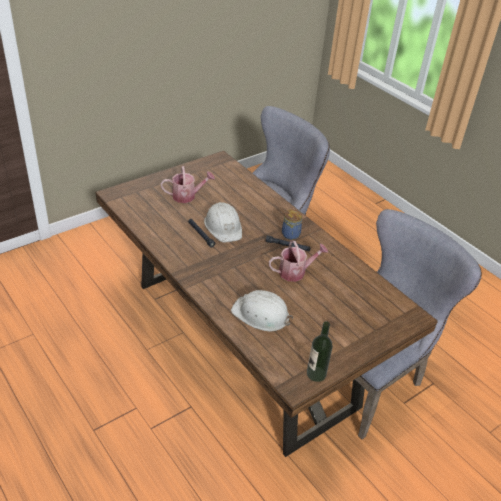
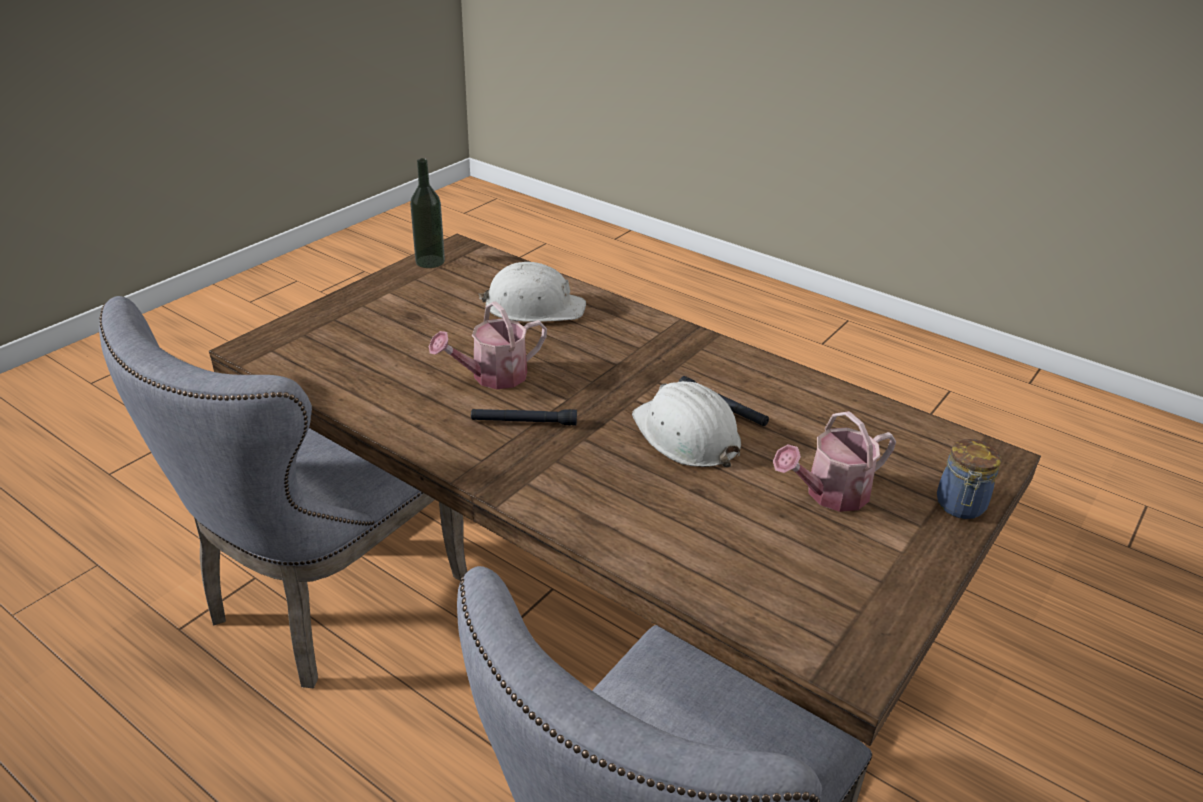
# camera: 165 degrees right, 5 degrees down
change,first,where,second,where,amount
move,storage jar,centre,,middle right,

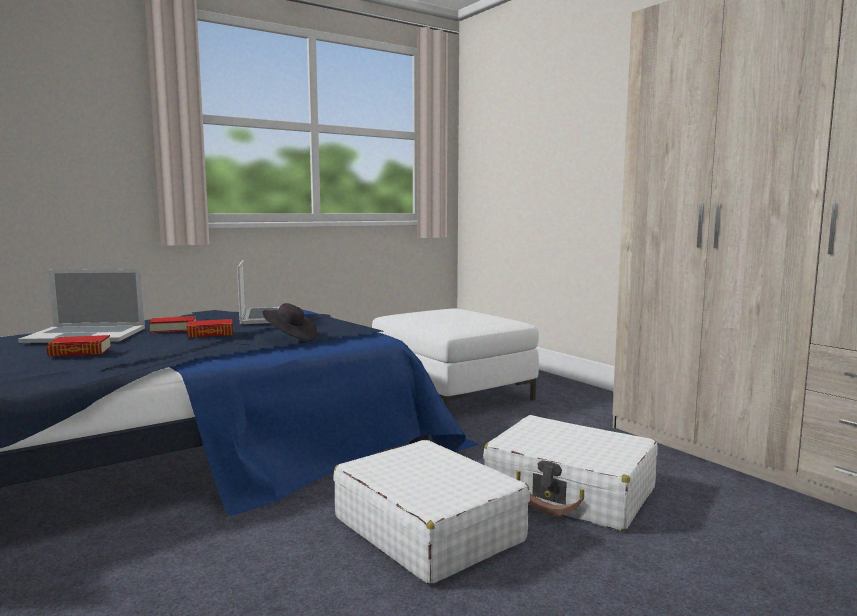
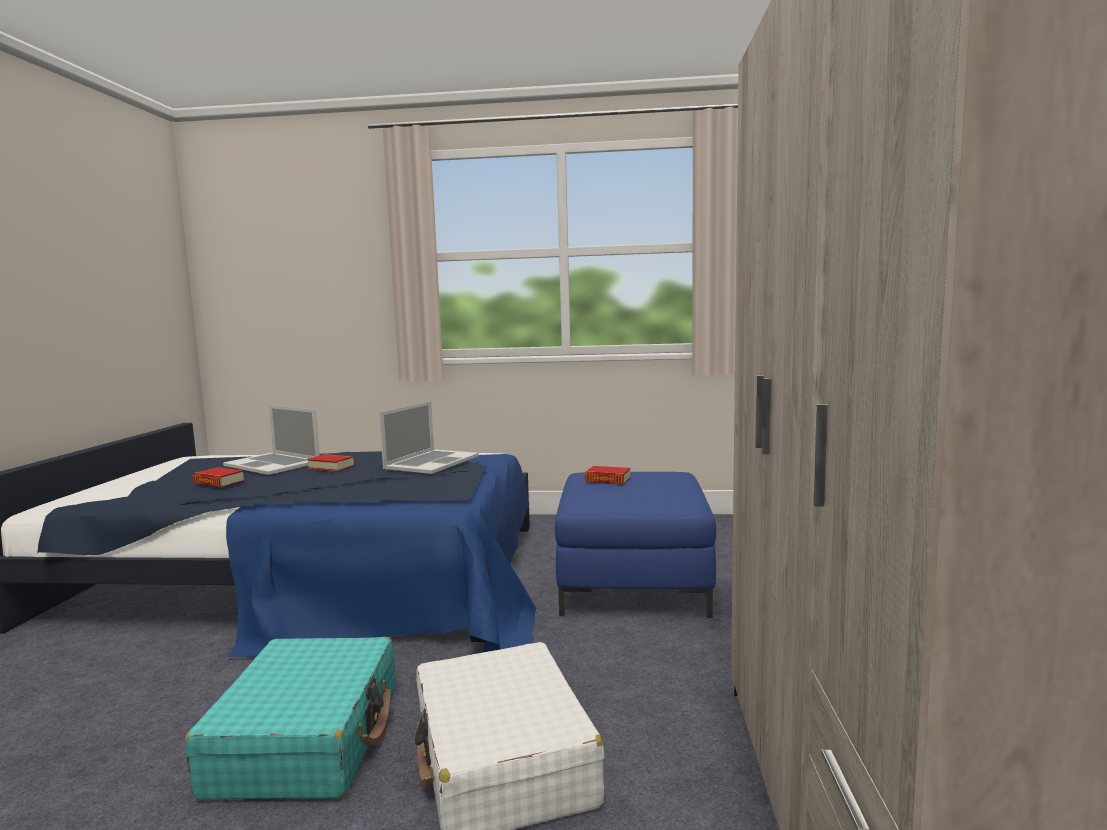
# camera: 40 degrees right, 0 degrees up
change,first,where,second,where,amount
recolor,suitcase (white) (1st from left),bottom centre,suitcase (turquoise),bottom left,
recolor,pouffe (white),centre,pouffe (blue-coloured),centre,
move,book (3rd from left),middle left,,centre,
delete,clothing hat (blackish),centre,,,

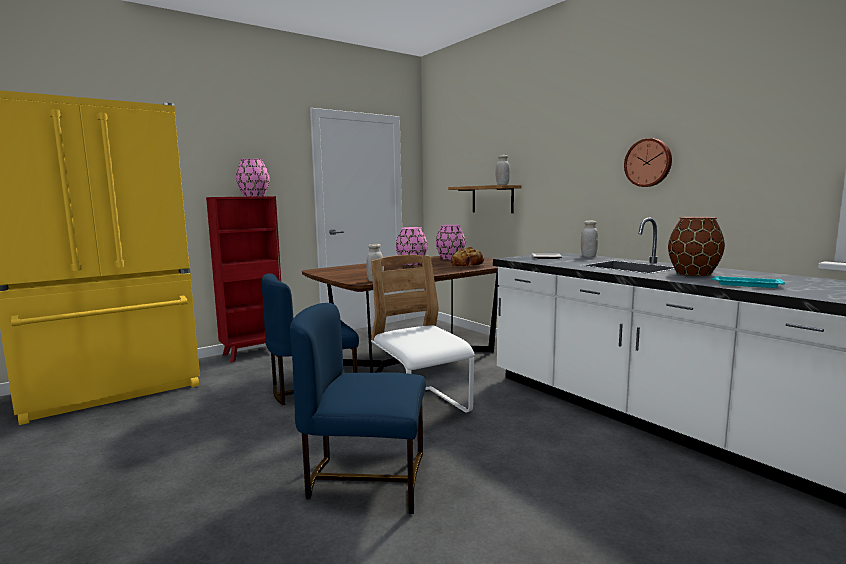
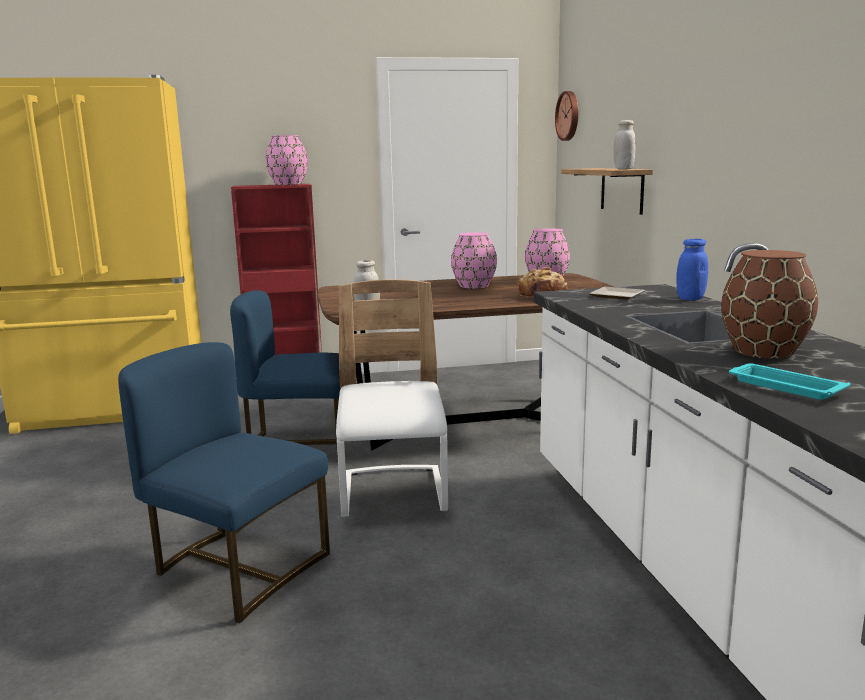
# camera: 25 degrees right, 5 degrees up
change,first,where,second,where,amount
move,hanging clock,top right,,top centre,
recolor,storage jar (white) (3rd from left),middle right,storage jar (blue-coloured),middle right,

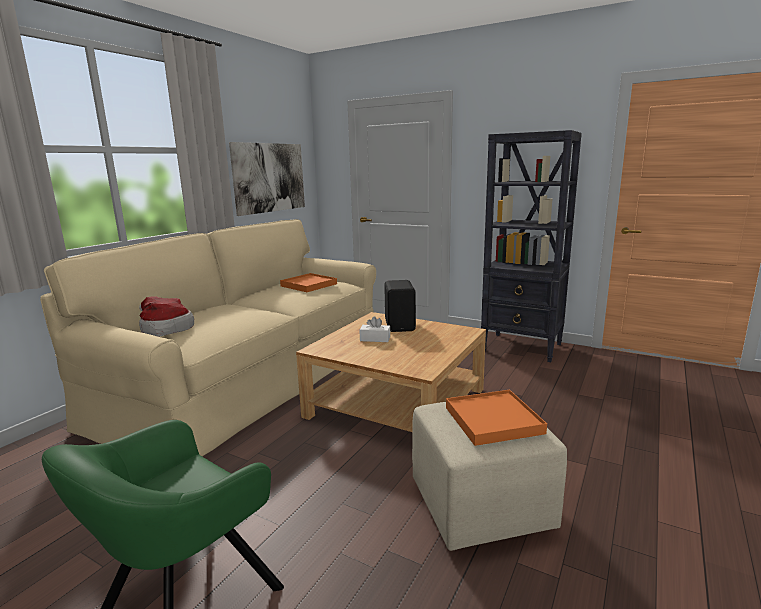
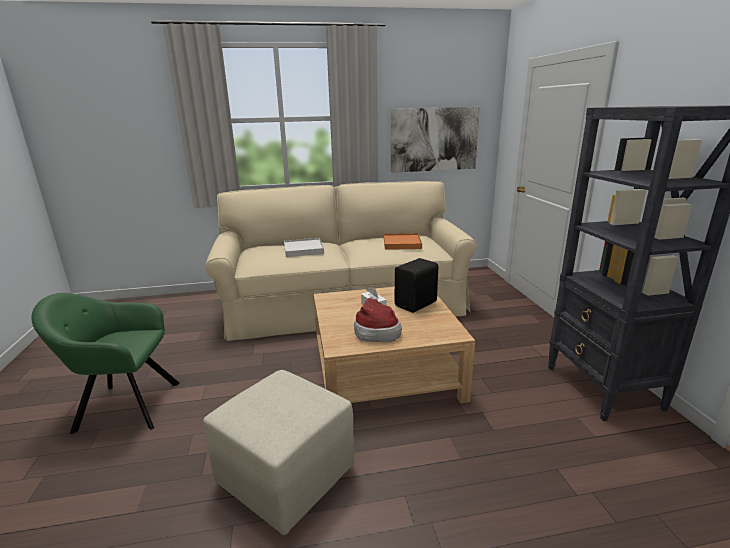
# camera: 50 degrees right, 5 degrees up
change,first,where,second,where,amount
insert,,,serving tray (white),centre,
move,clothing hat,middle left,,centre,
delete,serving tray (orange) (2nd from left),bottom centre,,,

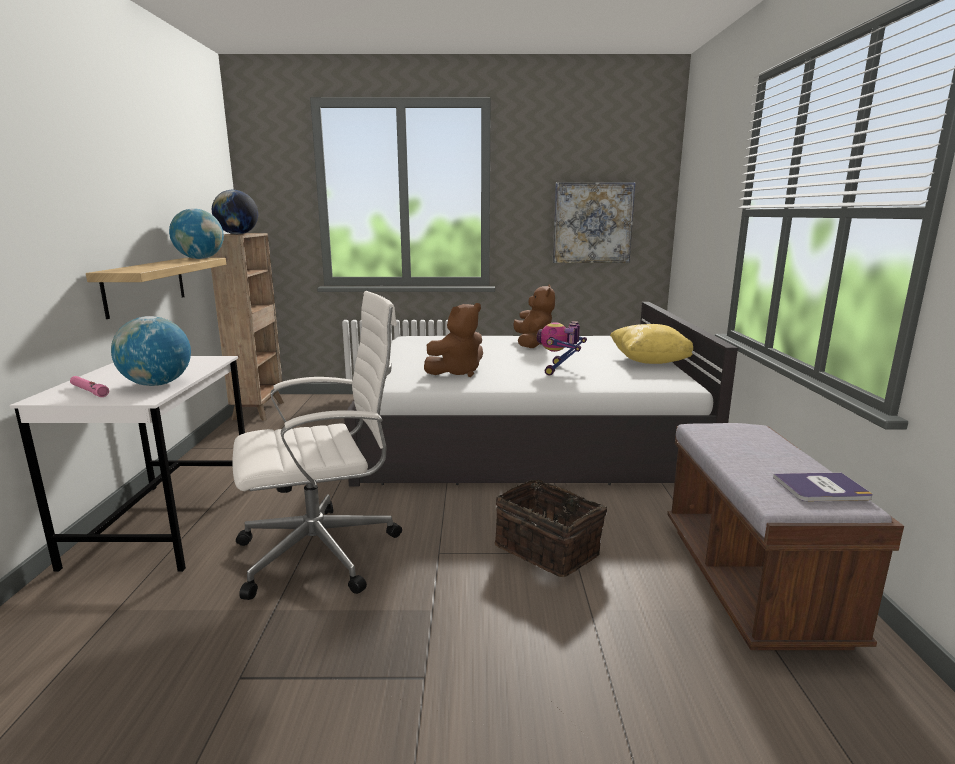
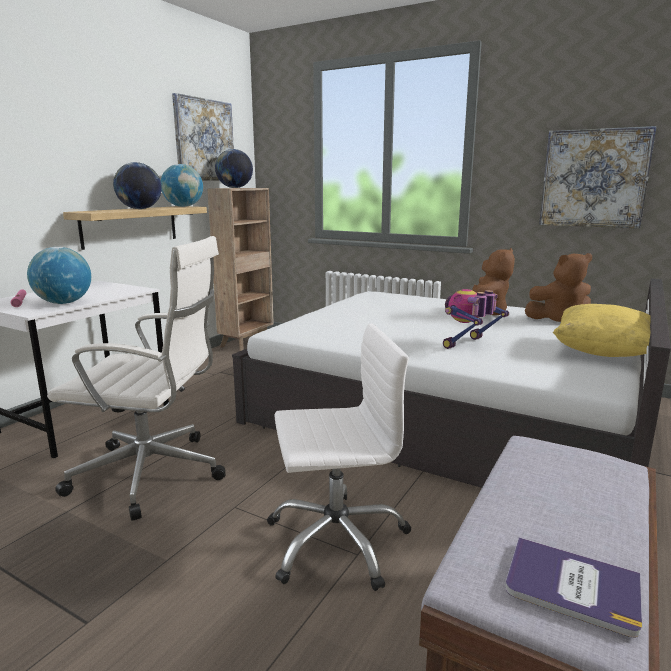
# camera: 30 degrees right, 0 degrees up
change,first,where,second,where,amount
insert,,,desk globe (2nd from left),top left,
insert,,,wall art (1st from left),top left,
replace,basket,bottom centre,office chair (white) (2nd from left),bottom centre,
move,plush toy (brown) (1st from left in the first image),centre,plush toy (brown) (2nd from left),middle right,

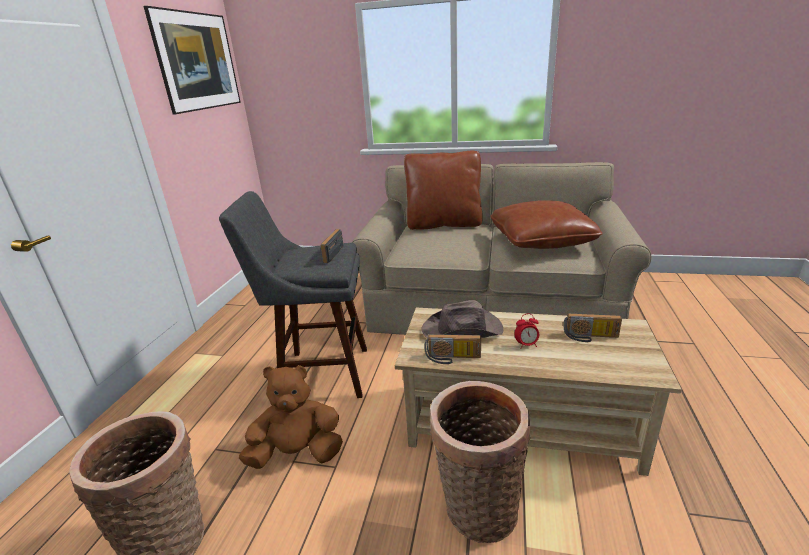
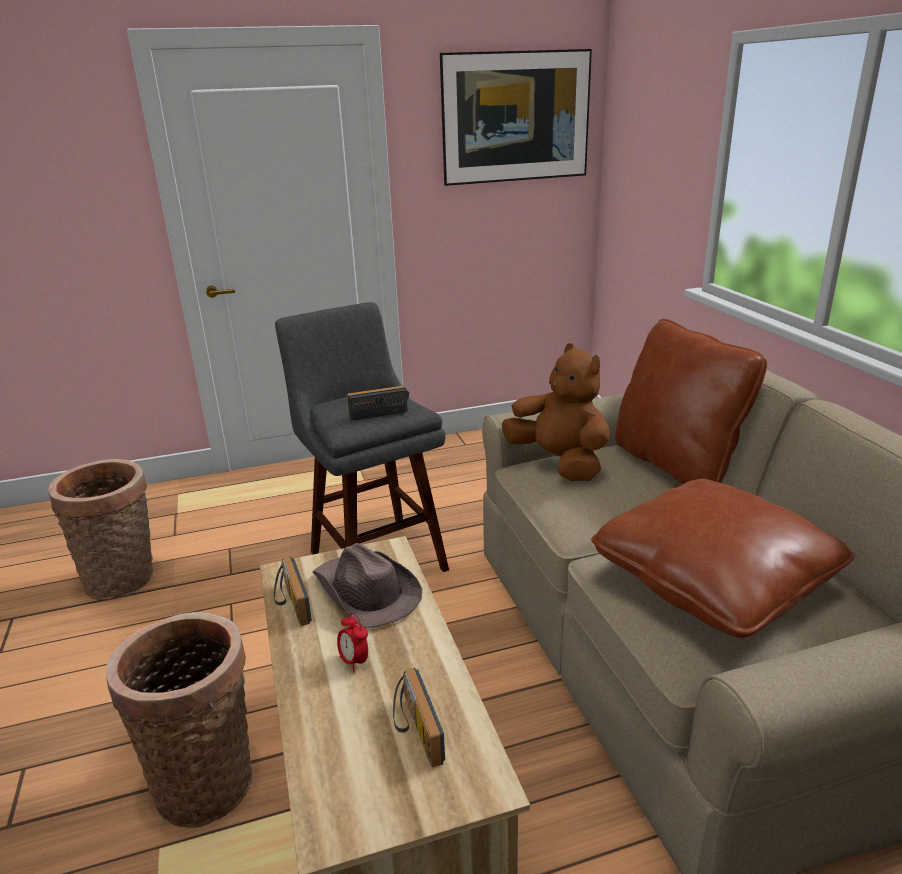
# camera: 60 degrees right, 0 degrees up
change,first,where,second,where,amount
move,plush toy (brown),bottom centre,,centre,

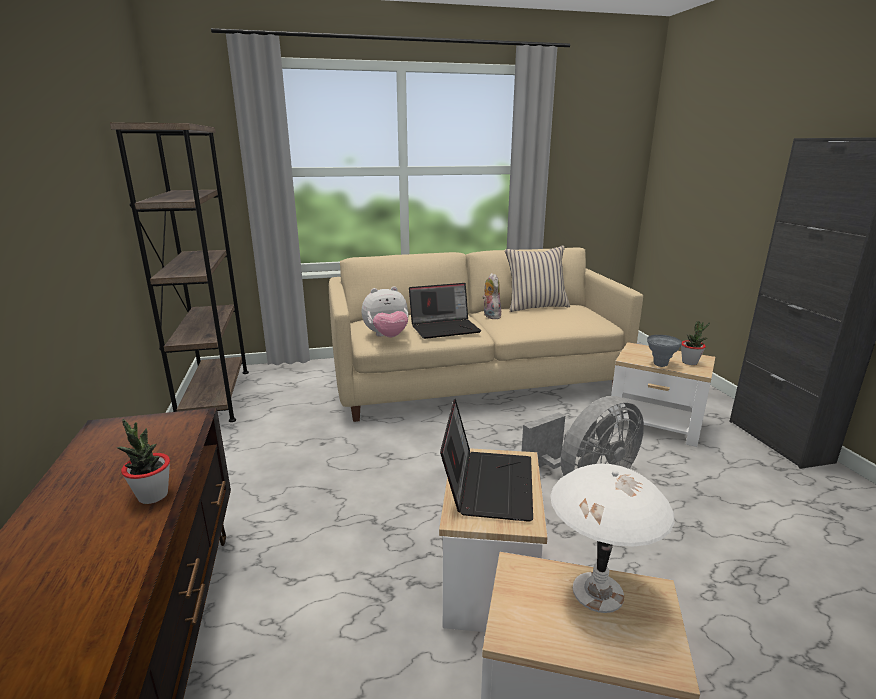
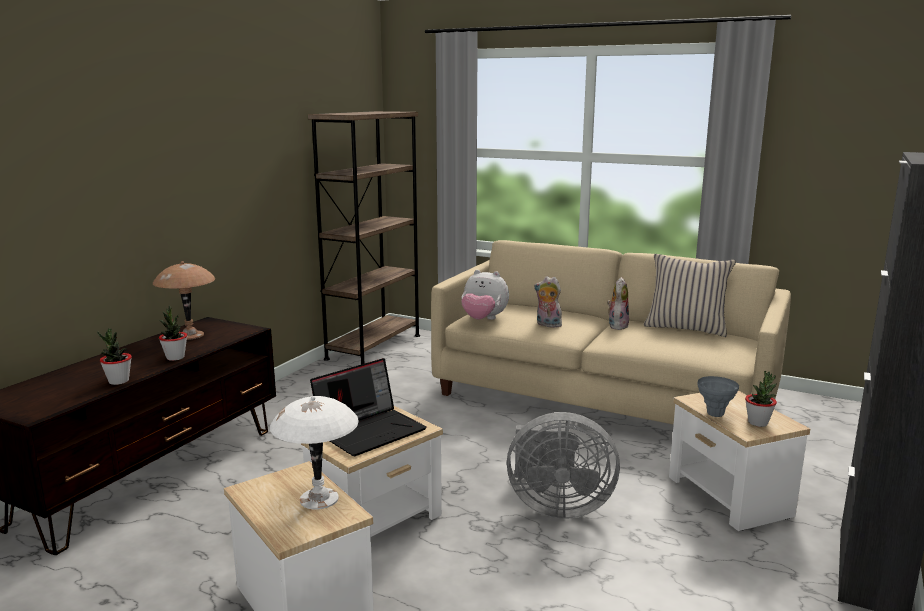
# camera: 40 degrees right, 5 degrees down
change,first,where,second,where,amount
insert,,,potted plant (1st from left),middle left,
insert,,,table lamp (brown),middle left,
replace,portable computer (1st from left),centre,plush toy (2nd from left),centre,

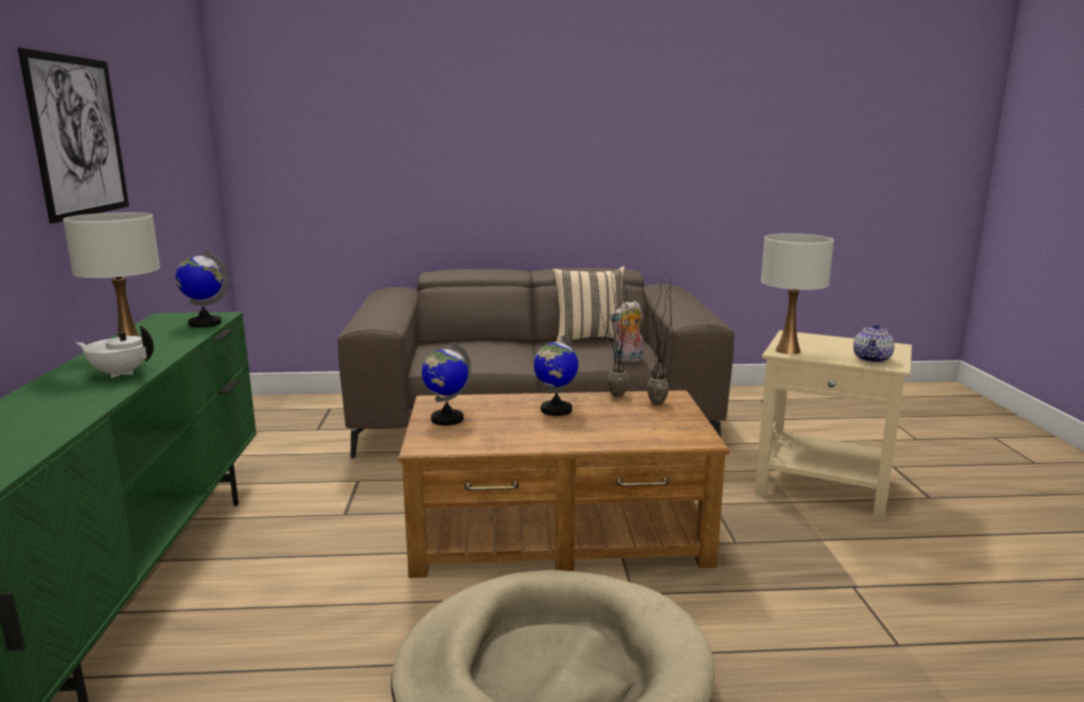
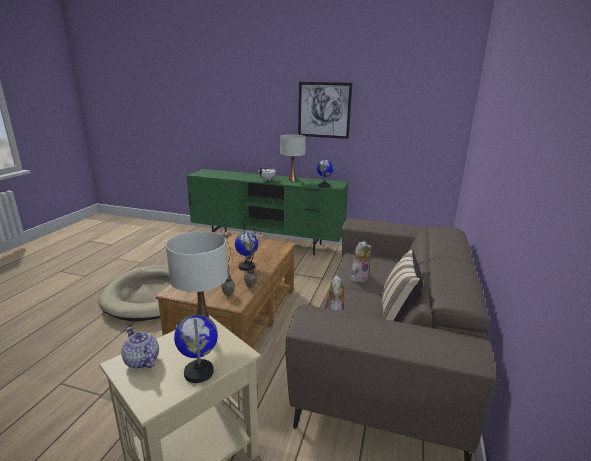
# camera: 110 degrees right, 5 degrees up
change,first,where,second,where,amount
move,desk globe (2nd from left in the first image),centre,desk globe (1st from left),bottom left,
insert,,,plush toy (2nd from left),centre,

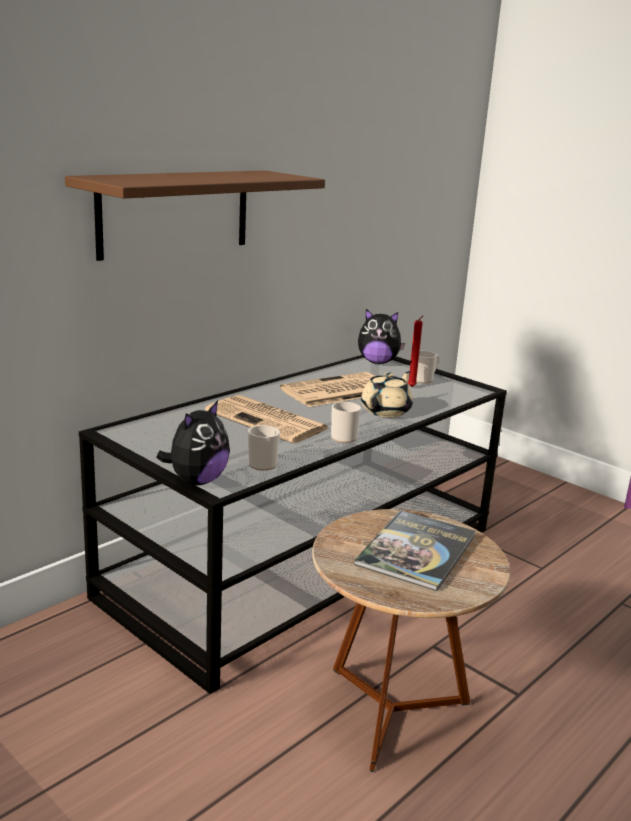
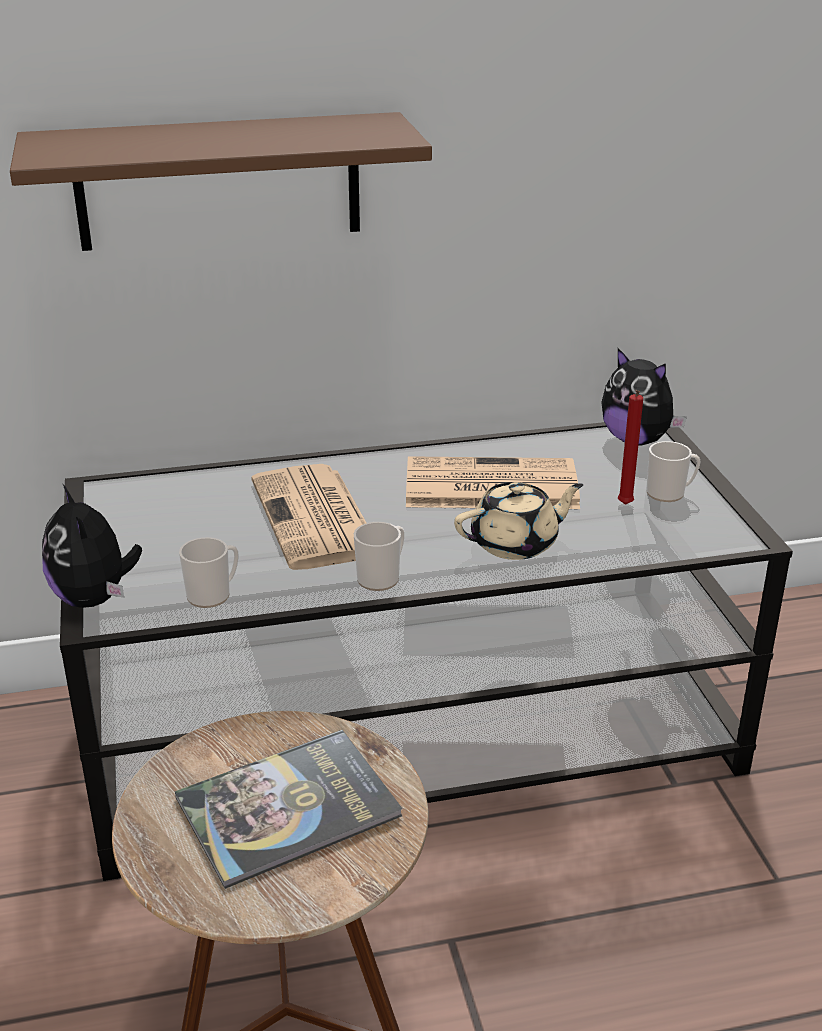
# camera: 35 degrees right, 10 degrees up
change,first,where,second,where,amount
rotate,plush toy (1st from left),middle left,,middle left,90 degrees clockwise

